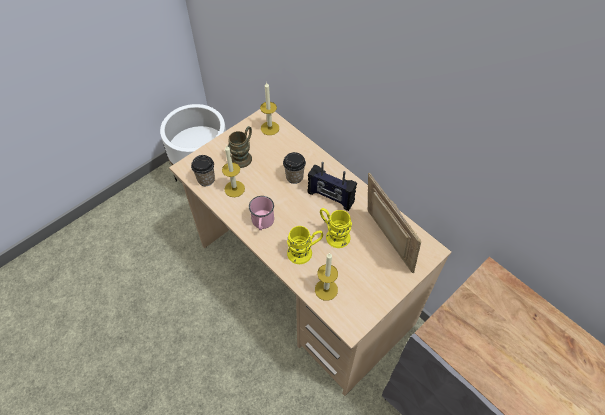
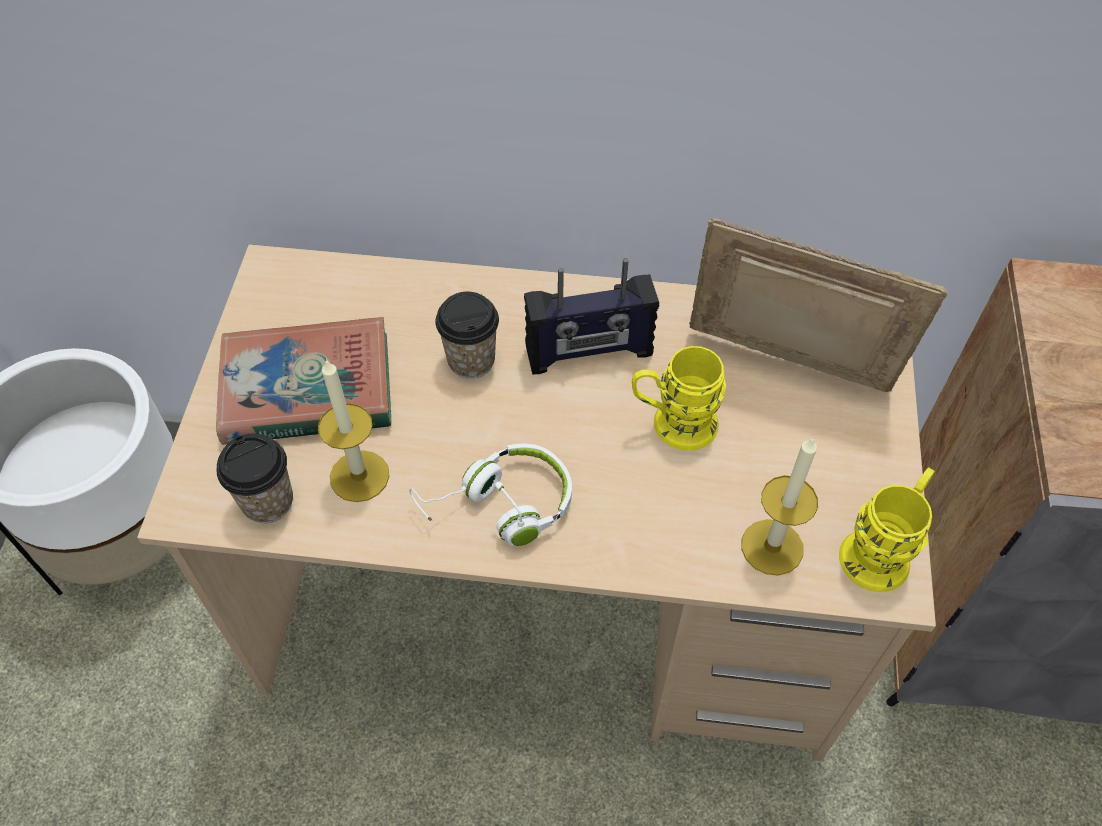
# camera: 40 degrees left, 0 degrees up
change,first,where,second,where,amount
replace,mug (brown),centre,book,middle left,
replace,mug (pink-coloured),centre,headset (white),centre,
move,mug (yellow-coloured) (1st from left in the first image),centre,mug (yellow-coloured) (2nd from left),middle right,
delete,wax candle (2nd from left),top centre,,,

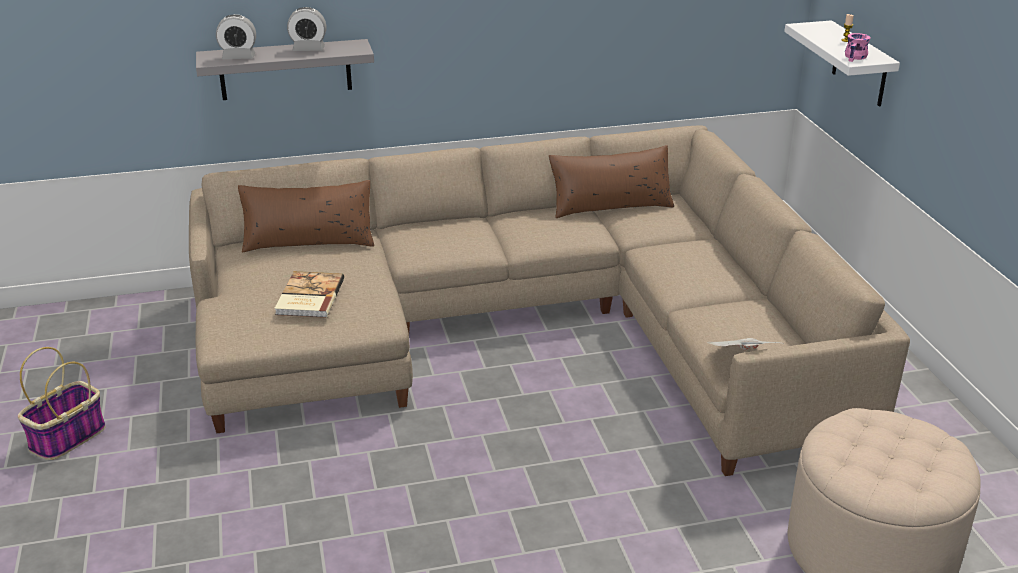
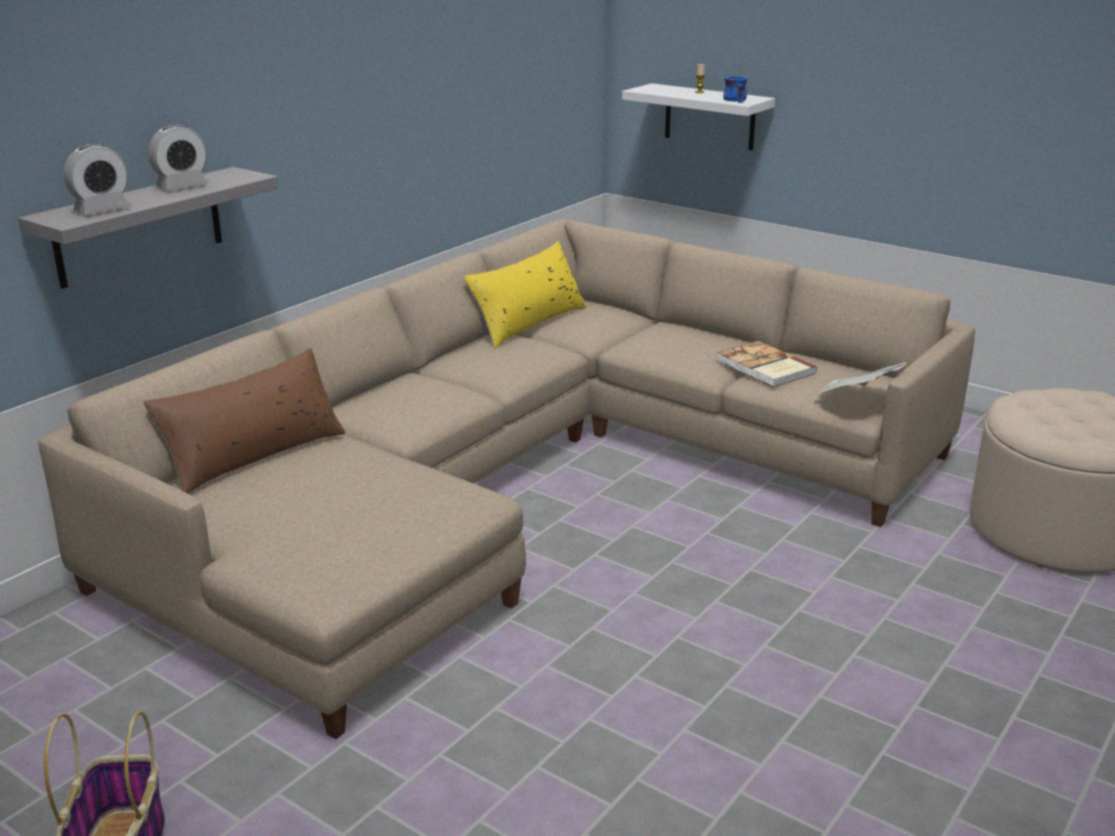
# camera: 40 degrees left, 5 degrees down
change,first,where,second,where,amount
recolor,throw pillow (brown) (2nd from left),top centre,throw pillow (yellow-coloured),centre,
move,book,middle left,,middle right,
recolor,mug (pink-coloured),top right,mug (blue-coloured),top centre,

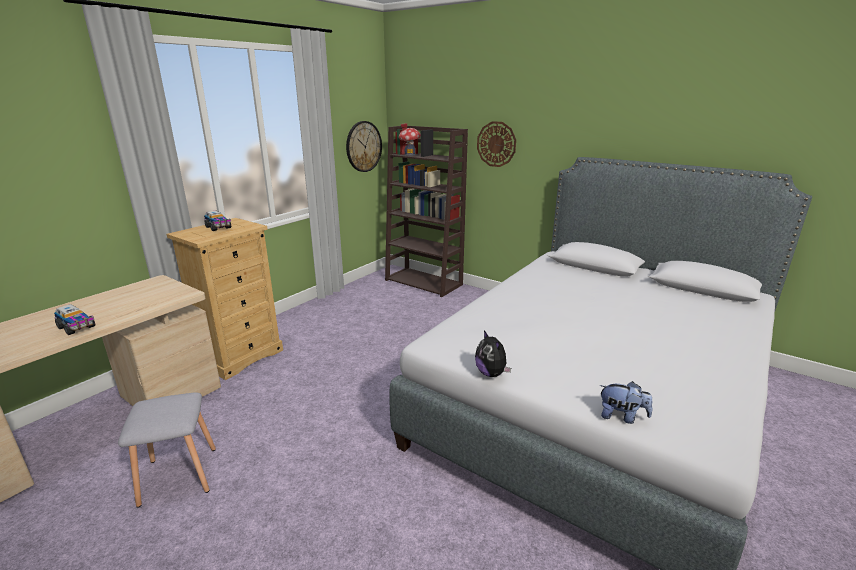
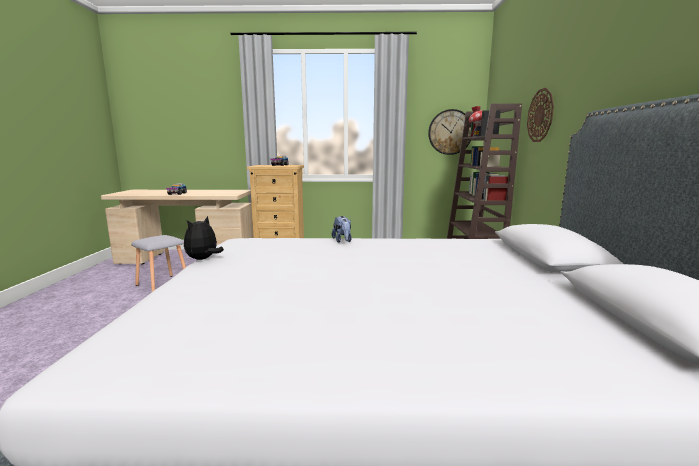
# camera: 55 degrees right, 10 degrees down
change,first,where,second,where,amount
move,plush toy (2nd from left),bottom right,,centre,

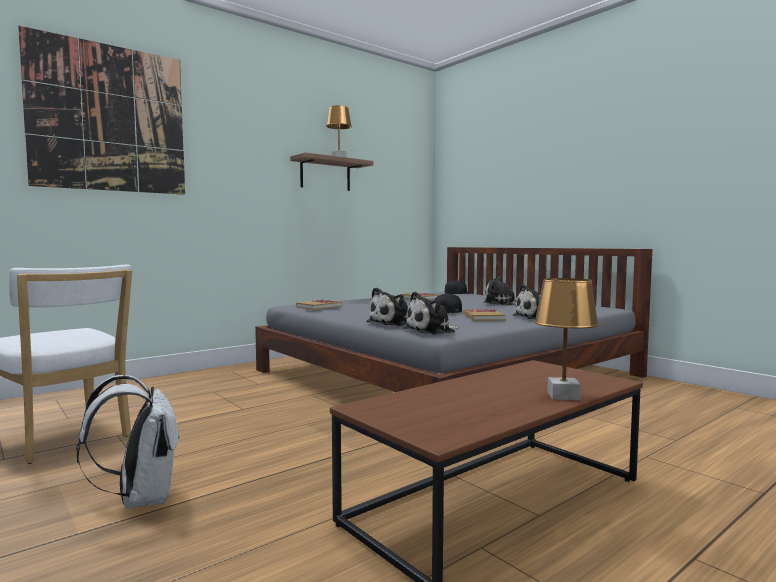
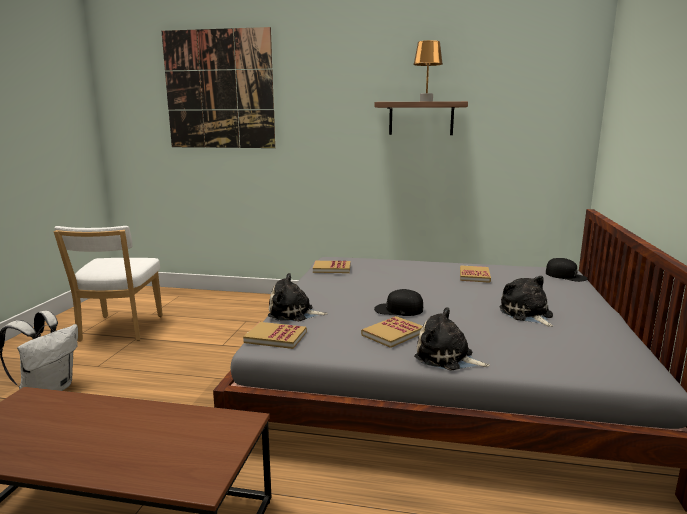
# camera: 50 degrees right, 10 degrees up
change,first,where,second,where,amount
replace,plush toy (2nd from left),centre,book (1st from left),centre,
delete,table lamp (brown) (2nd from left),middle right,,,

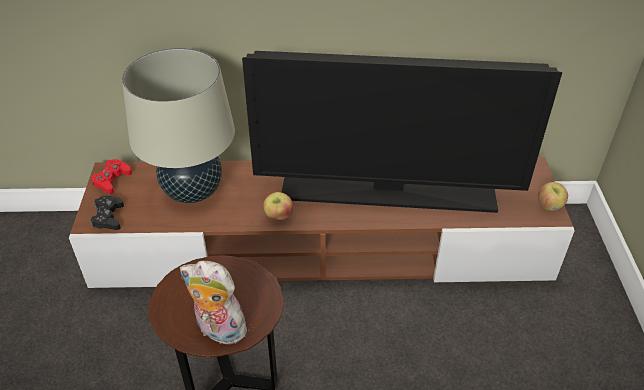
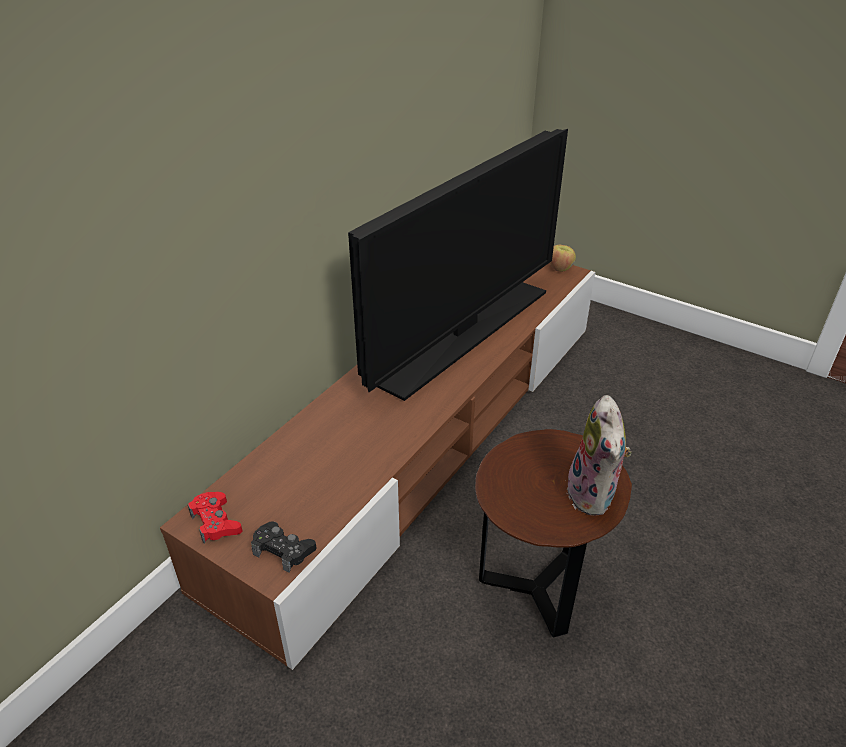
# camera: 55 degrees left, 5 degrees down
change,first,where,second,where,amount
rotate,plush toy,bottom centre,,middle right,60 degrees counterclockwise
delete,table lamp (sand-coloured),top left,,,
delete,apple fruit (1st from left),centre,,,

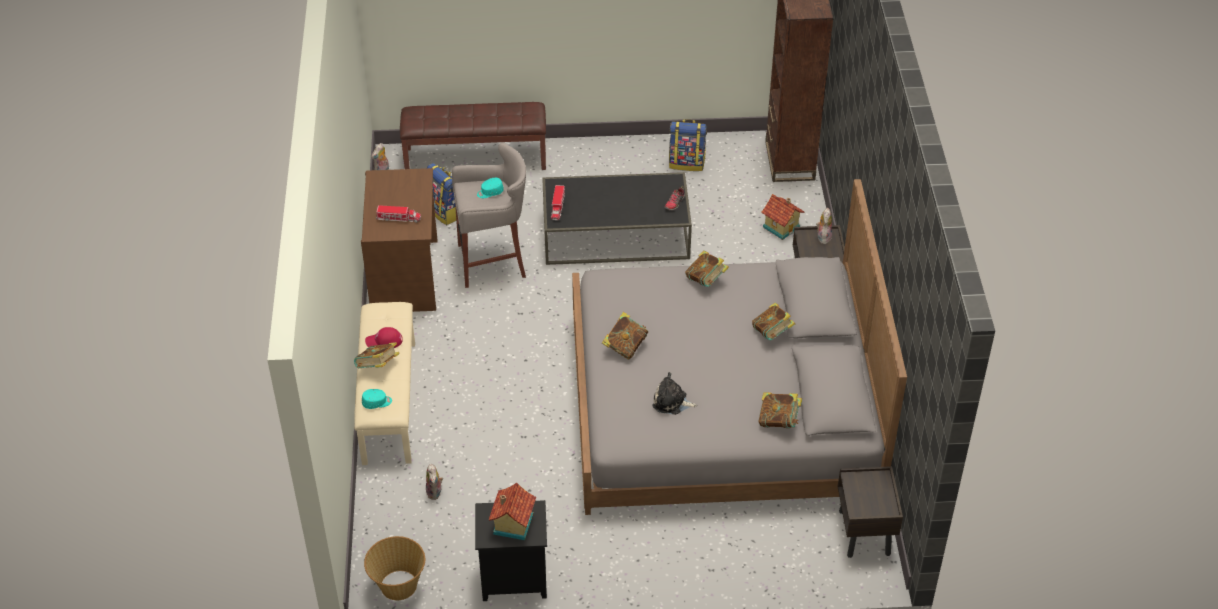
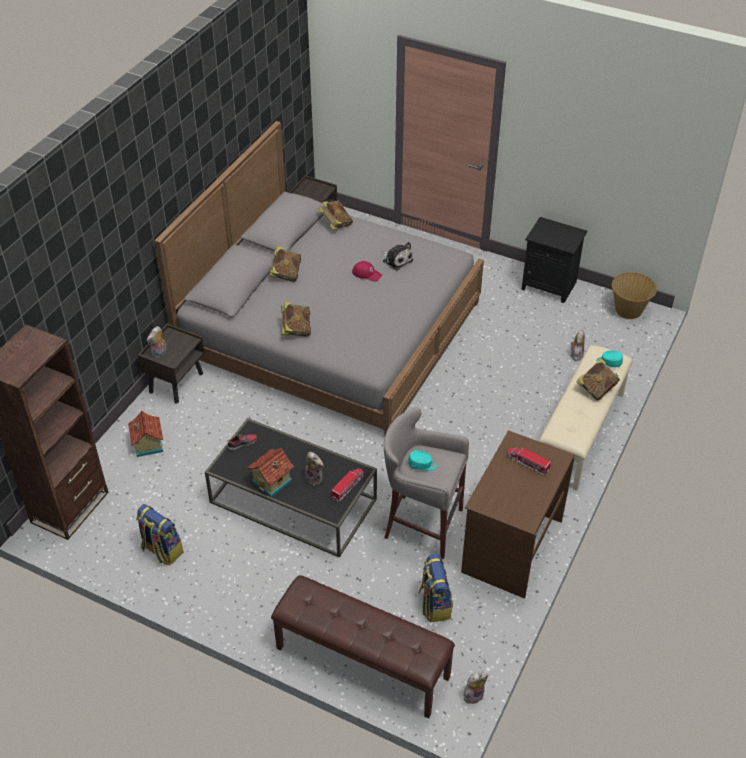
# camera: 150 degrees left, 0 degrees up
change,first,where,second,where,amount
move,toy house (1st from left in the first image),bottom centre,toy house (2nd from left),centre,
insert,,,plush toy (2nd from left),centre,
move,baseball cap (red),middle left,,centre,
delete,book (2nd from left),centre,,,

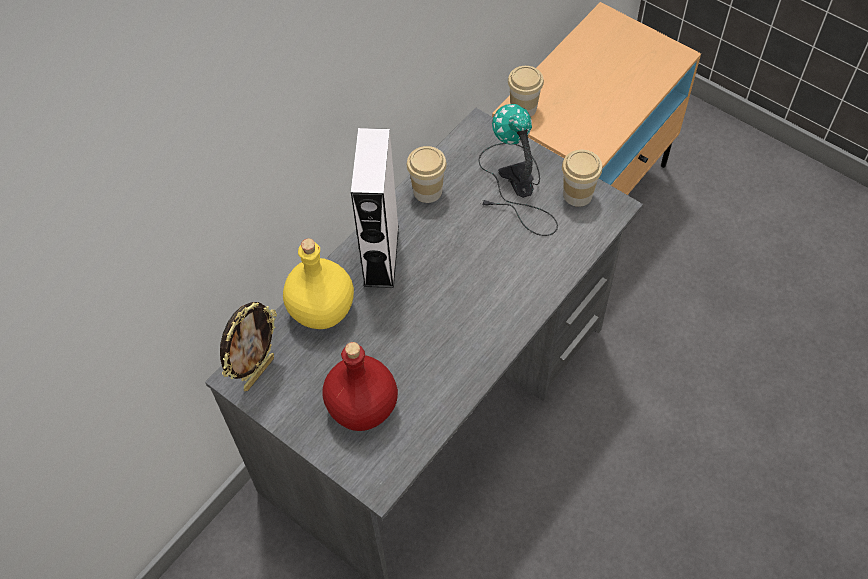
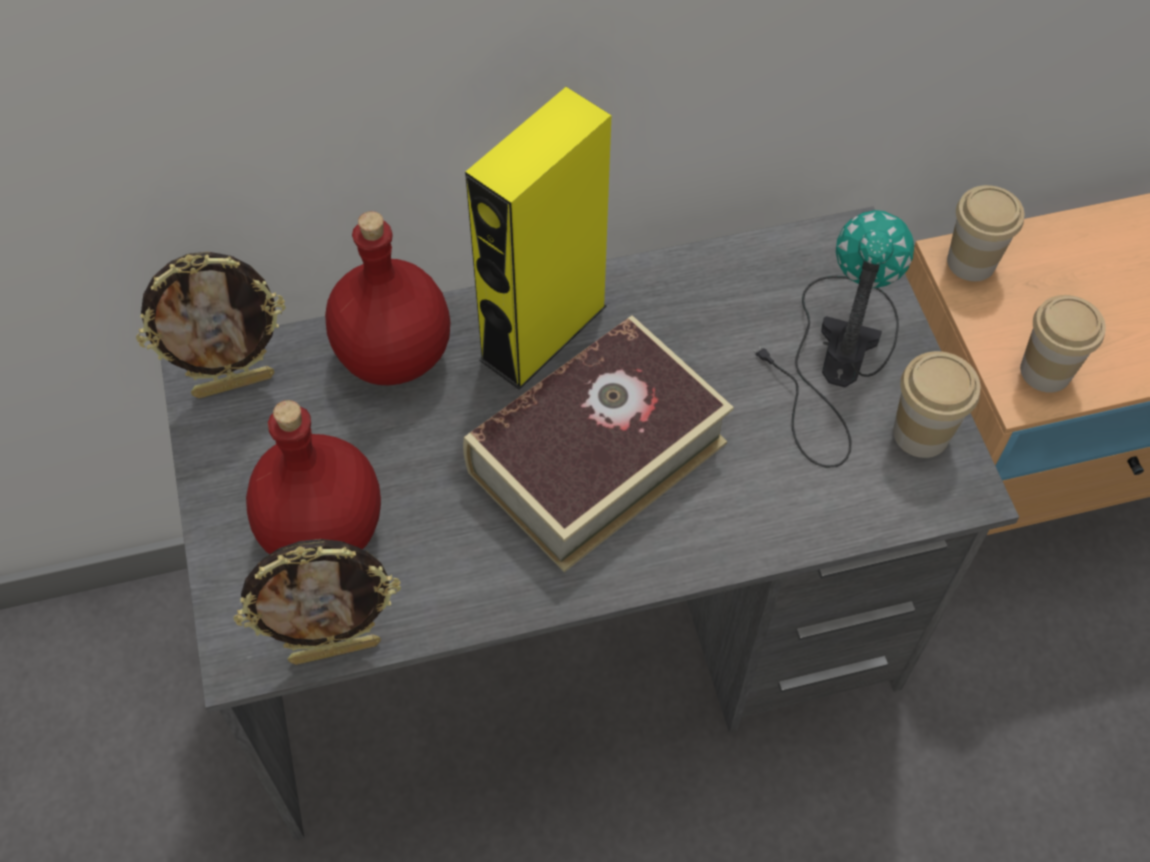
# camera: 35 degrees right, 0 degrees up
change,first,where,second,where,amount
insert,,,standing frame (2nd from left),bottom left,
recolor,beverage bottle (yellow-coloured),centre,beverage bottle (red) (2nd from left),centre,
insert,,,book,centre,
recolor,audio speaker (white),centre,audio speaker (yellow-coloured),top centre,
move,small cup (1st from left in the first image),top centre,small cup (3rd from left),middle right,

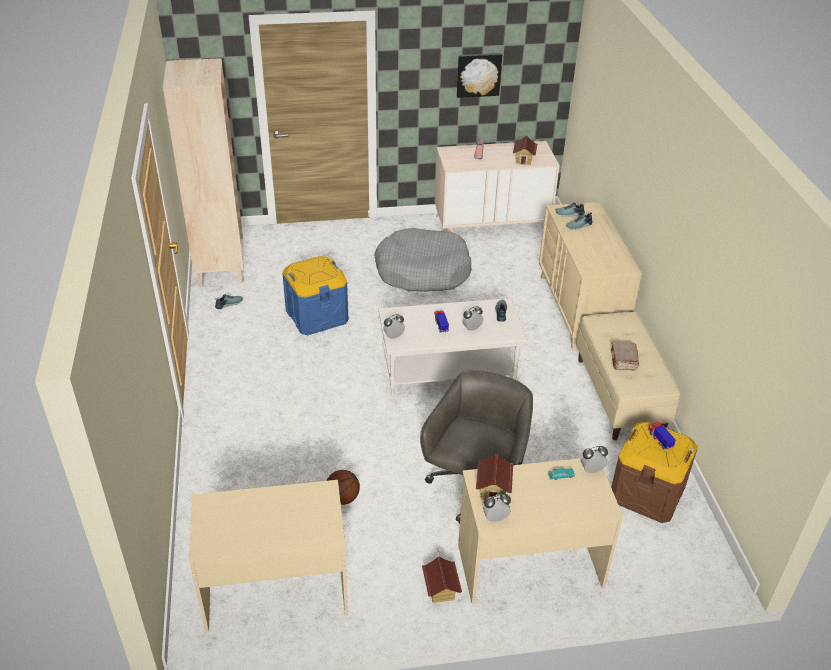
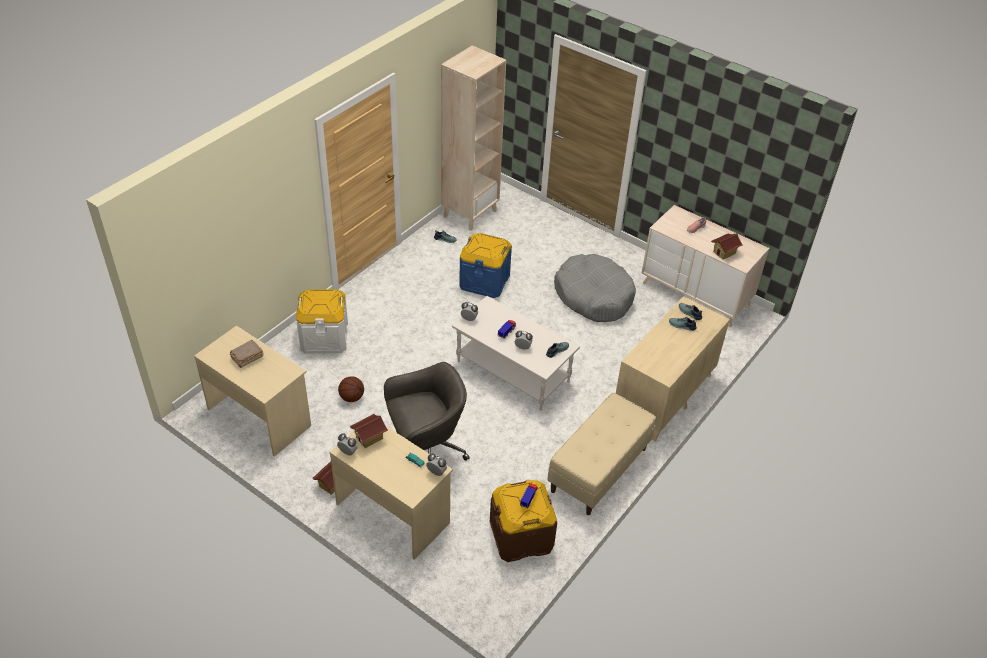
# camera: 45 degrees right, 5 degrees up
change,first,where,second,where,amount
move,book (brown),middle right,,middle left,
insert,,,storage box (white),middle left,
delete,wall art,top centre,,,

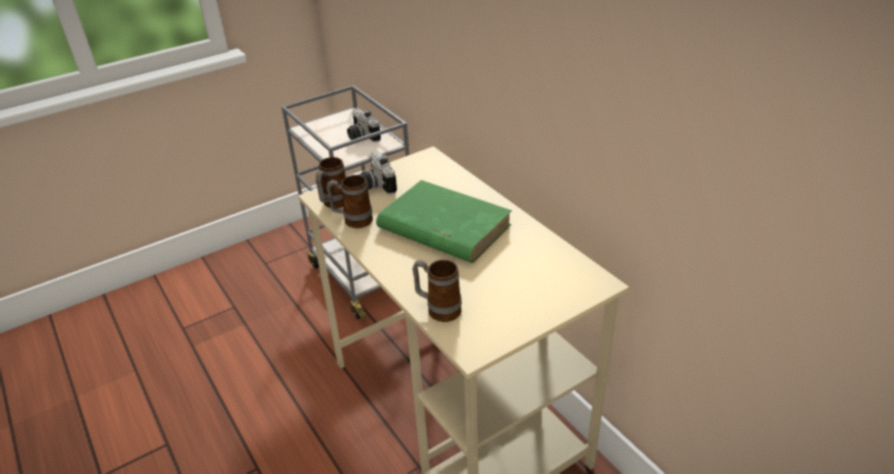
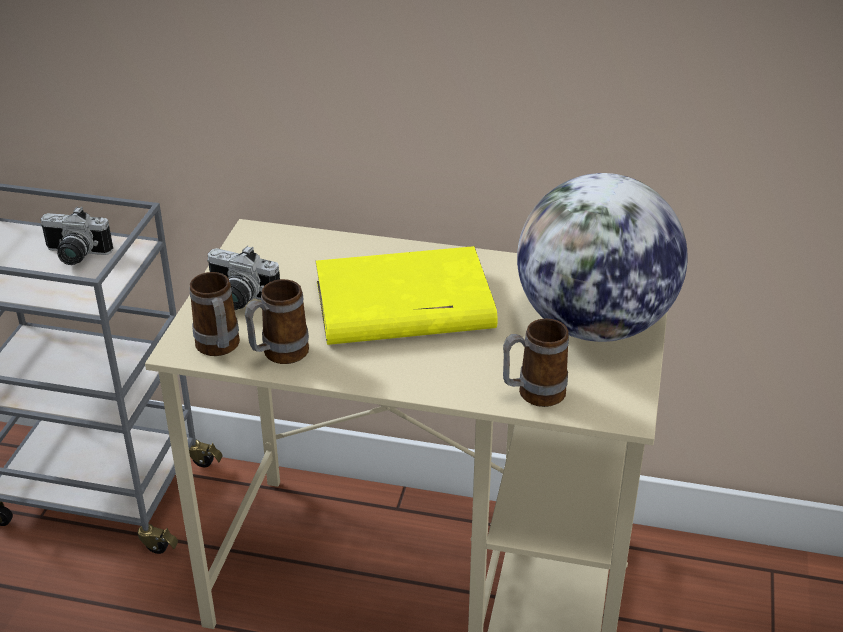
# camera: 45 degrees left, 0 degrees up
change,first,where,second,where,amount
recolor,book (green-coloured),centre,book (yellow-coloured),centre,
insert,,,desk globe,middle right,

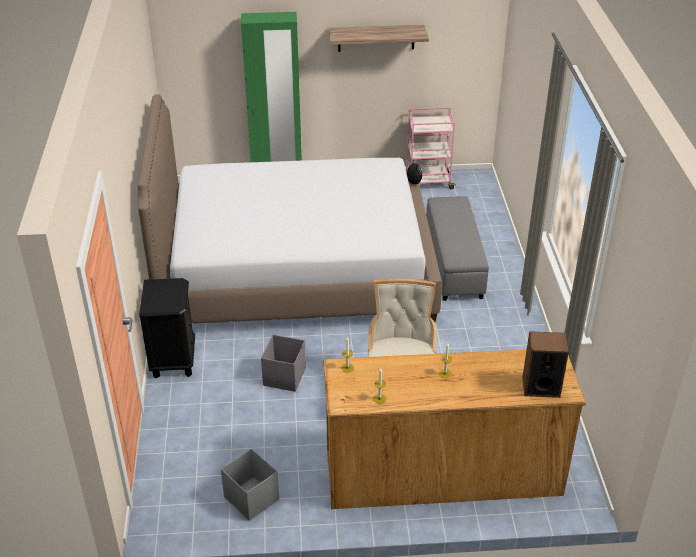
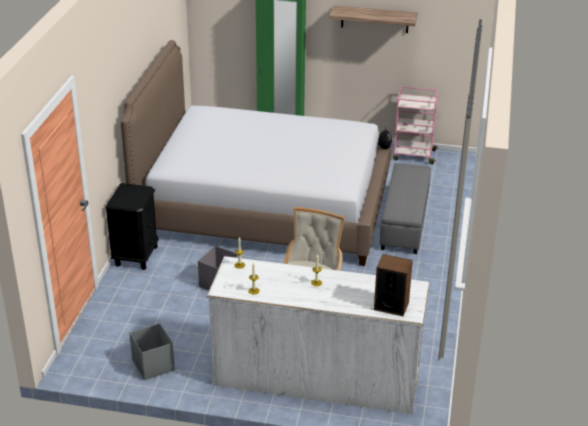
# camera: 15 degrees right, 5 degrees down
change,first,where,second,where,amount
recolor,dresser (brown),bottom centre,dresser (white),bottom centre,

